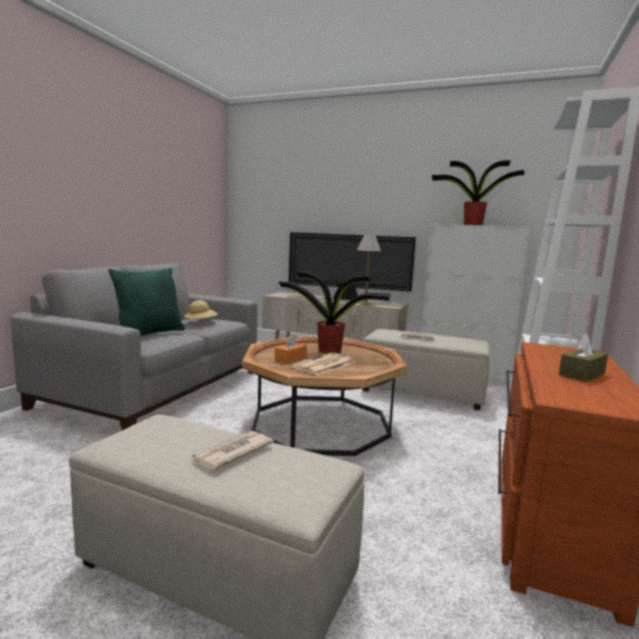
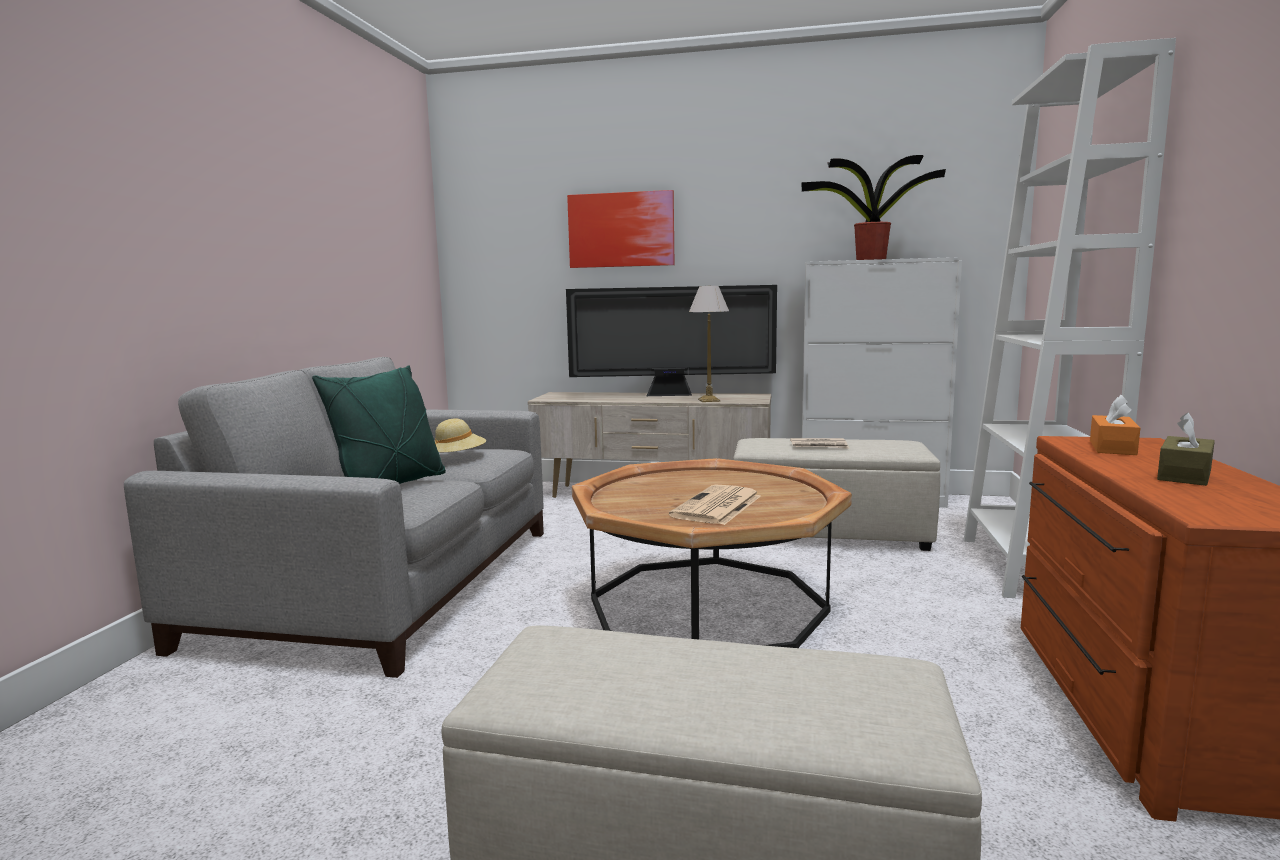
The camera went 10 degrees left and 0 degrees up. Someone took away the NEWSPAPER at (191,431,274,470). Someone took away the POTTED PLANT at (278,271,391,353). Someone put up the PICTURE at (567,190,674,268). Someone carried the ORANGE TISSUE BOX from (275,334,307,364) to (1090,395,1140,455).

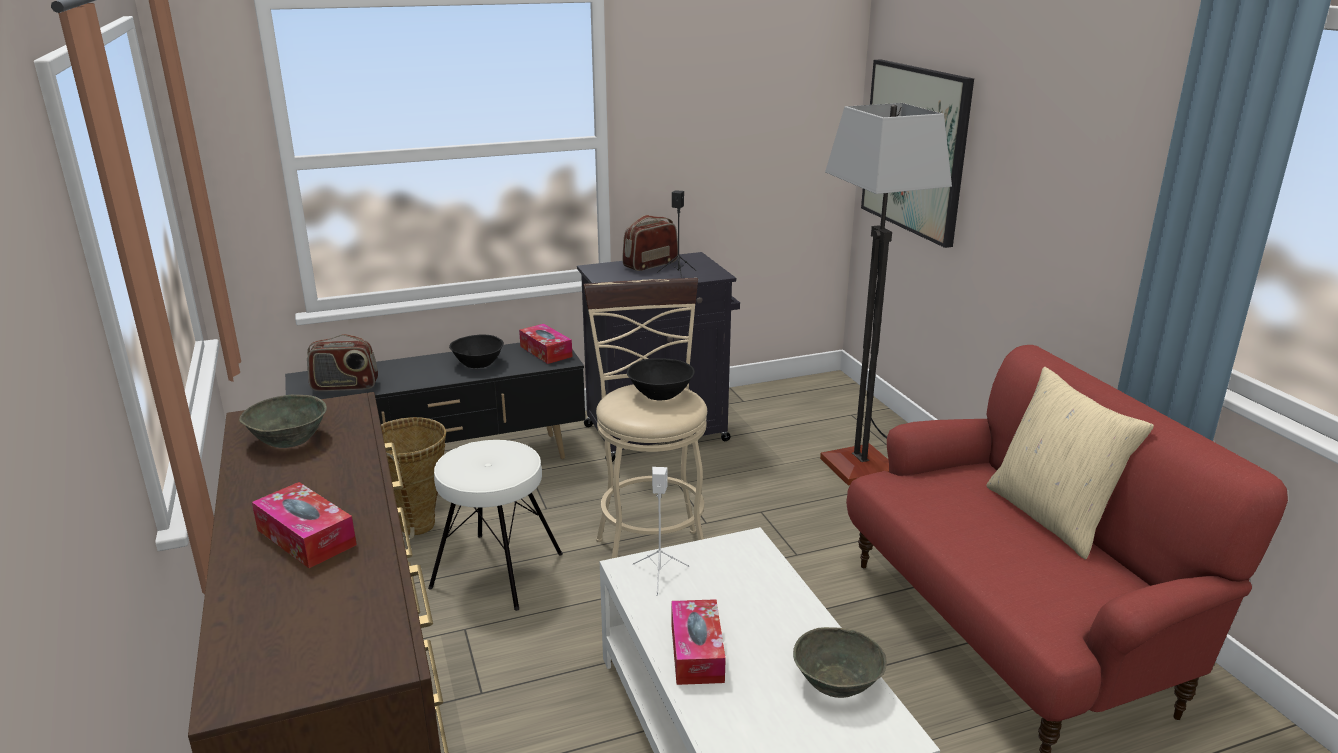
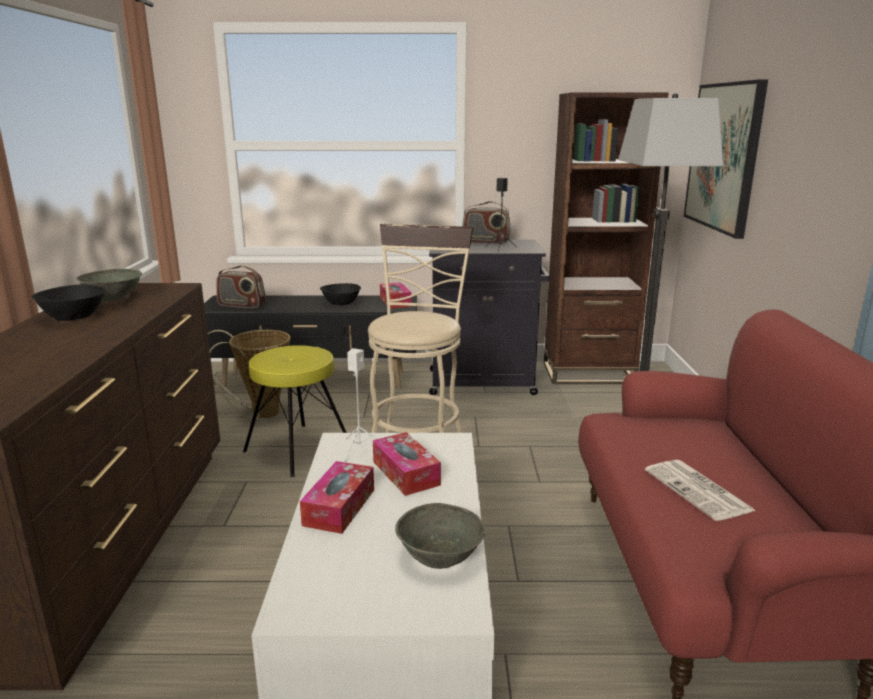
The camera went 20 degrees right and 5 degrees down. Someone took away the BEIGE PILLOW at (987,367,1154,559). Someone put down the BROWN BOOKCASE at (544,92,669,384). Someone put down the NEWSPAPER at (645,460,756,521). Someone carried the TISSUE BOX from (252,482,357,568) to (373,432,441,496). Someone carried the BLACK BOWL from (627,358,695,401) to (31,284,106,321). Someone repainted the WHITE STOOL at (428,440,563,611), which became the YELLOW STOOL at (243,345,347,477). Someone rotated the RADIO at (622,215,678,271) by 150 degrees counterclockwise.

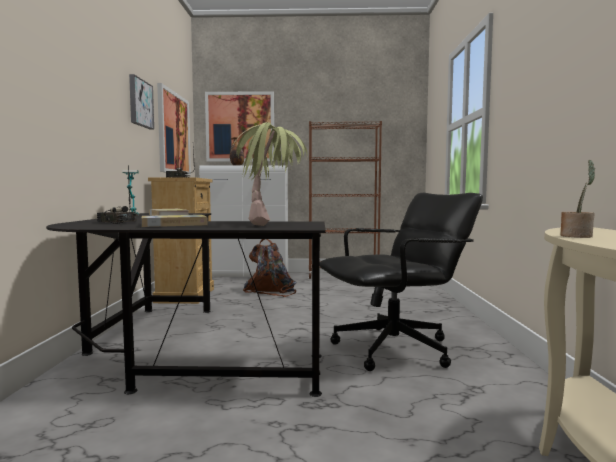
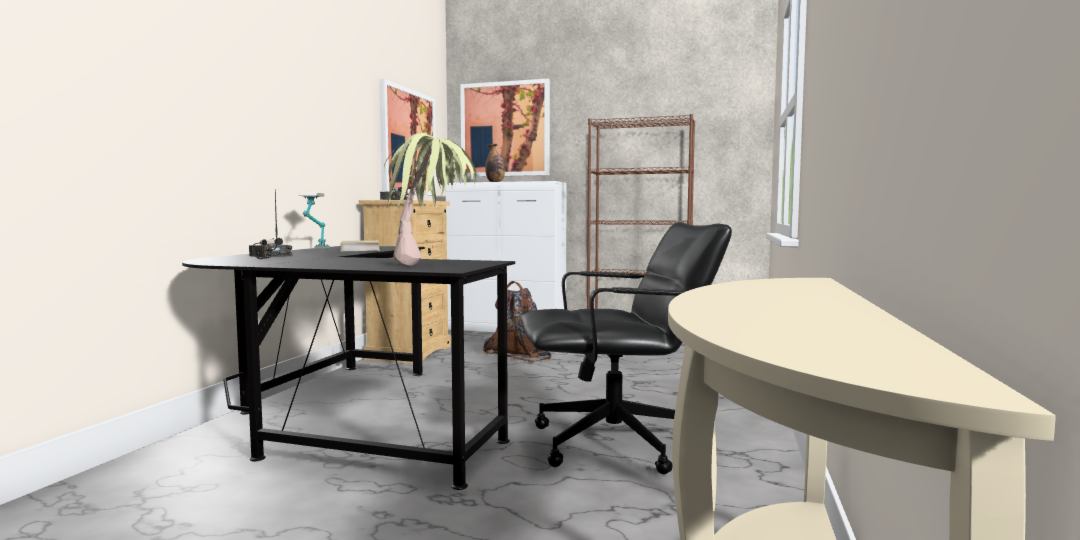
The camera went 15 degrees right and 0 degrees up. Someone took away the PICTURE at (129,74,154,129). Someone took away the BOOK at (142,215,208,227). Someone took away the POTTED PLANT at (560,160,595,238).

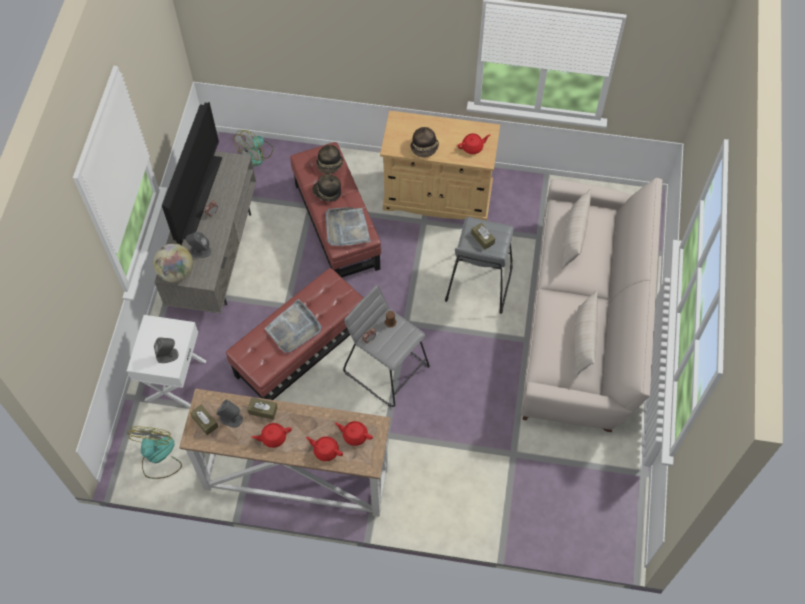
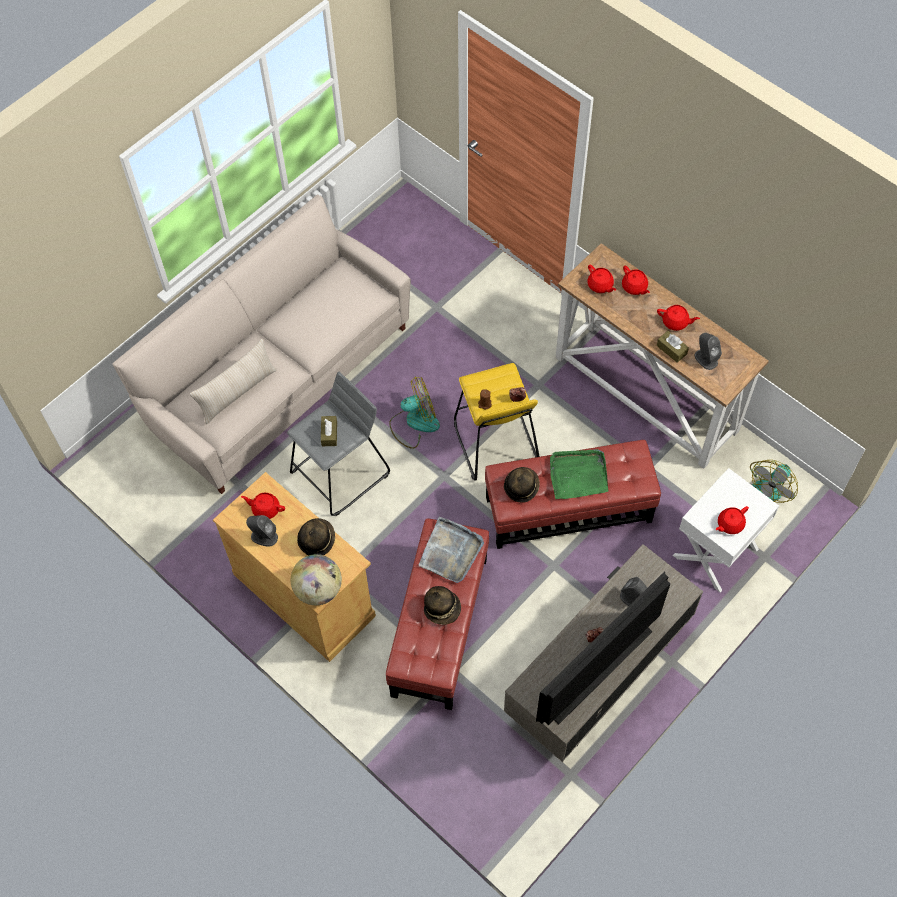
The camera went 145 degrees left and 0 degrees up. Someone took away the BROWN TISSUE BOX at (190,404,218,435). Someone took away the BEIGE PILLOW at (574,290,598,377). Someone put down the RED TEAPOT at (716,506,749,534). Someone carried the GLOBE from (153,244,193,283) to (291,554,342,605). Someone carried the GREY SPEAKER from (154,338,178,363) to (246,515,278,546). Someone carried the FAN from (233,130,273,167) to (389,376,440,449). Someone carried the HAT from (316,145,343,174) to (504,467,540,502). Someone repainted the GREY TRAY at (265,299,322,353), which became the GREEN TRAY at (550,449,608,499). Someone repainted the GREY STOOL at (343,285,430,407), which became the YELLOW STOOL at (454,363,540,481).

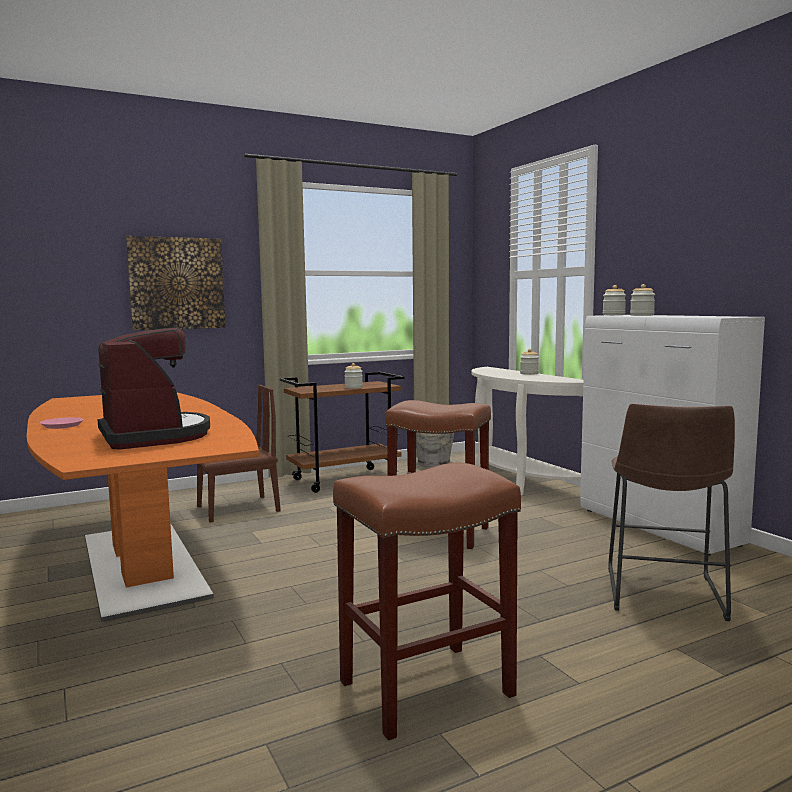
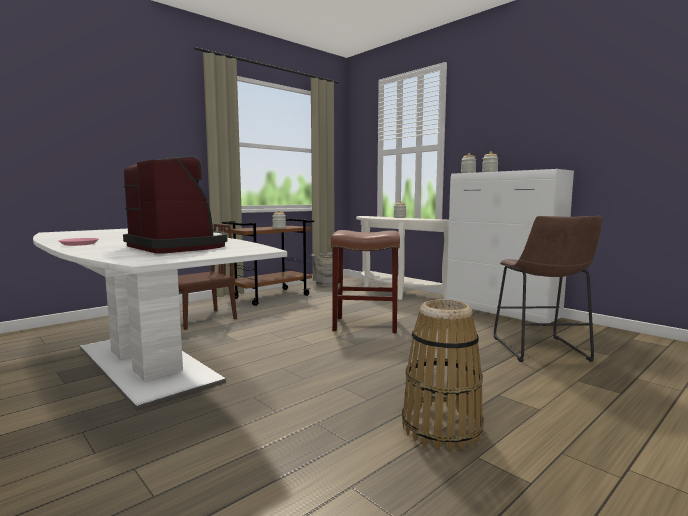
The camera went 15 degrees left and 0 degrees up. Someone took away the PICTURE at (126,236,225,330). Someone swapped the BROWN STOOL at (333,462,521,741) for the BASKET at (402,300,484,450). Someone repainted the ORANGE DINING TABLE at (27,393,259,622), which became the WHITE DINING TABLE at (33,229,287,410).

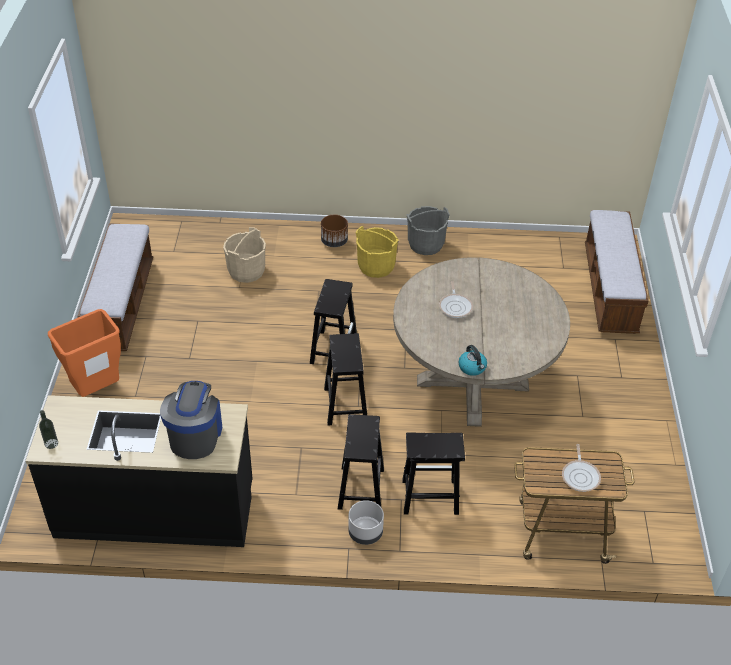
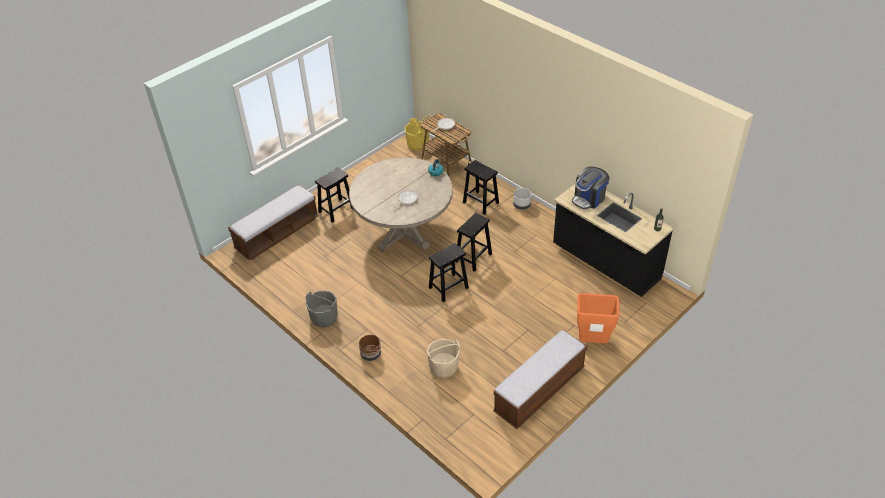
The camera went 135 degrees left and 0 degrees up. Someone carried the BLACK STOOL from (338,414,384,510) to (315,167,353,223). Someone carried the YELLOW BUCKET from (356,226,399,278) to (405,118,429,151).

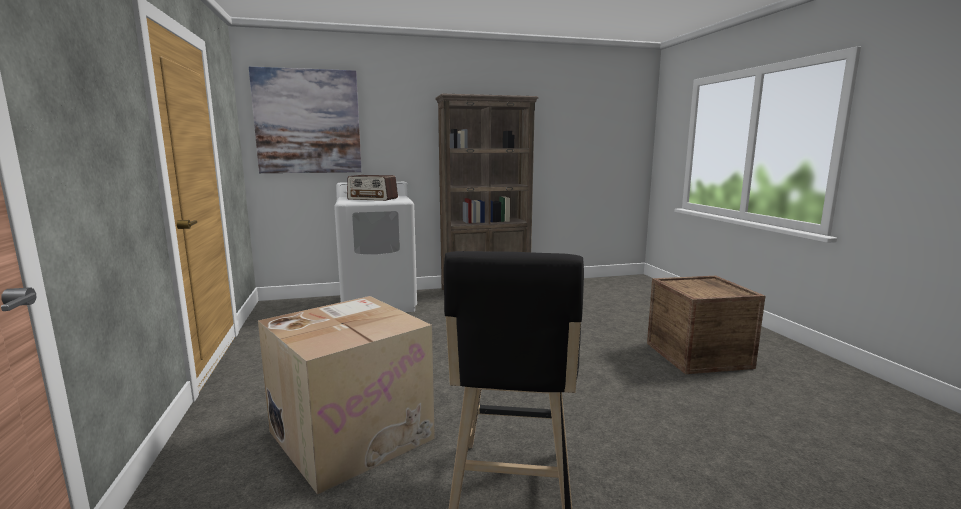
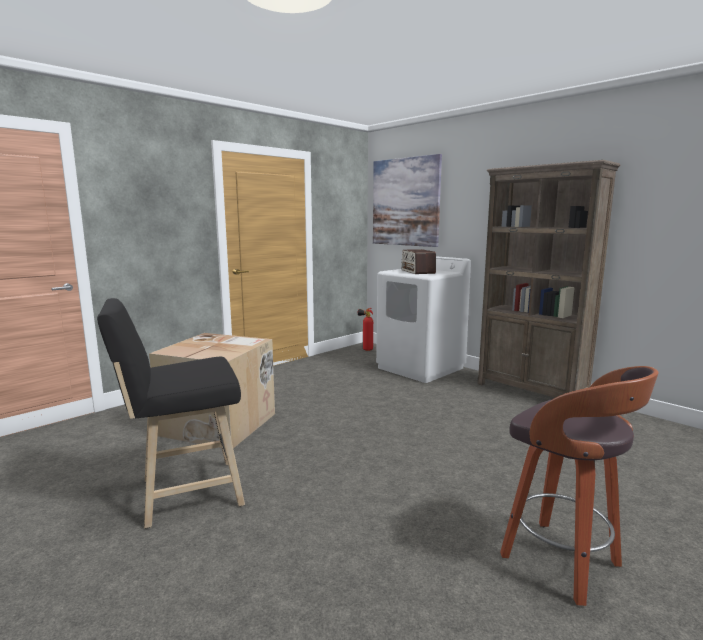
The camera went 60 degrees right and 0 degrees up. Someone put down the FIRE EXTINGUISHER at (358,308,373,351). Someone swapped the CRATE at (647,276,765,374) for the STOOL at (500,366,659,606).

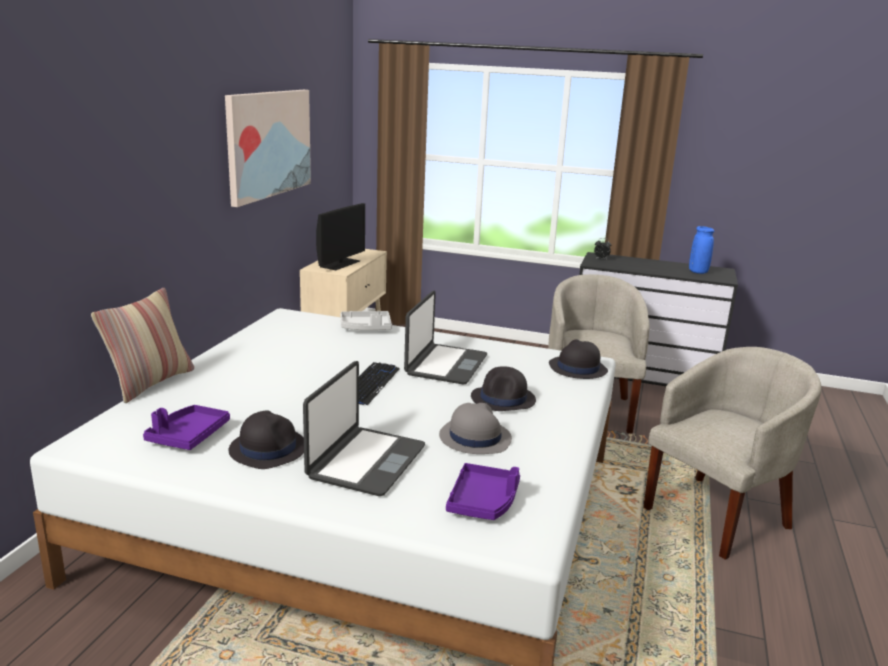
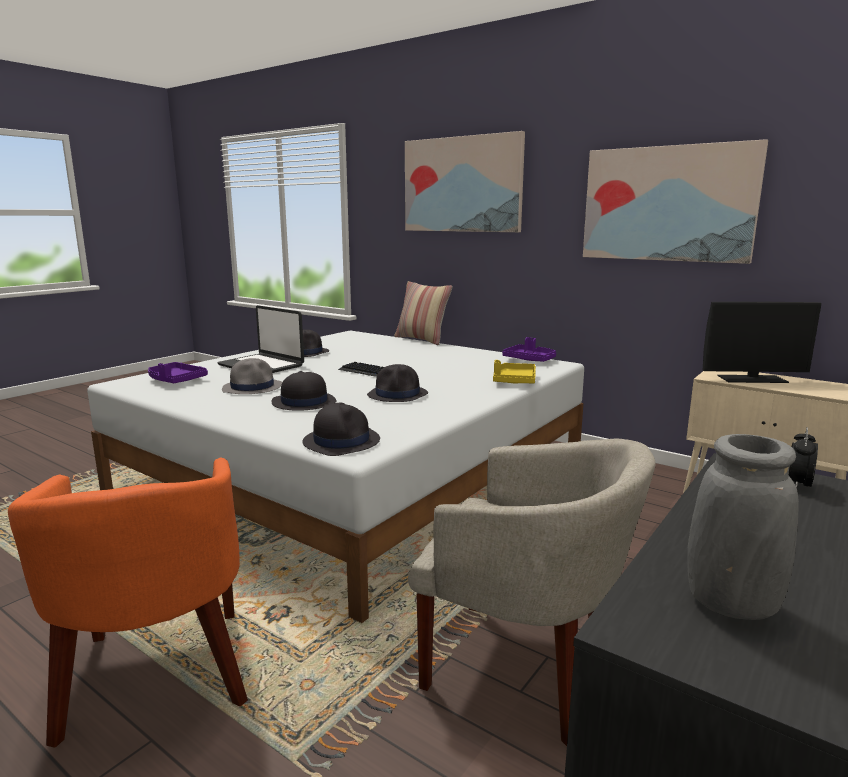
The camera went 110 degrees right and 5 degrees down. Someone put up the PICTURE at (405,131,525,232). Someone carried the PURPLE TRAY from (143,405,230,450) to (502,337,556,362). Someone swapped the LAPTOP at (404,291,487,384) for the BLACK HAT at (367,364,428,402). Someone repainted the GREY TRAY at (340,311,392,330), which became the YELLOW TRAY at (493,360,536,383). Someone repainted the BEIGE ARMCHAIR at (643,347,821,560), which became the ORANGE ARMCHAIR at (8,457,248,748). Someone repainted the BLUE VASE at (689,226,714,274), which became the GREY VASE at (687,434,799,620). Someone rotated the MONITOR at (316,203,365,270) by 45 degrees counterclockwise.

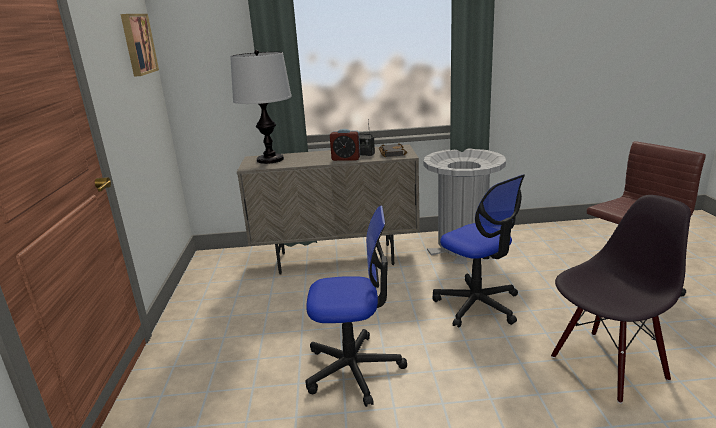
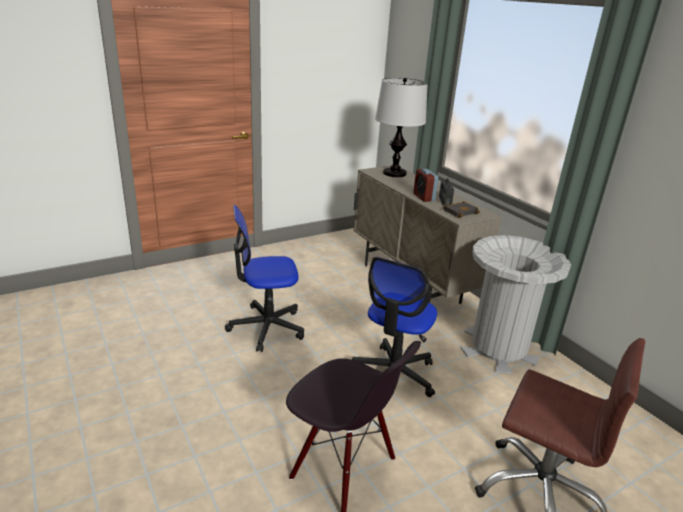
The camera went 60 degrees right and 5 degrees up. Someone took away the PICTURE at (121,14,159,77). Someone rotated the OFFICE CHAIR at (305,206,407,407) by 105 degrees clockwise.

